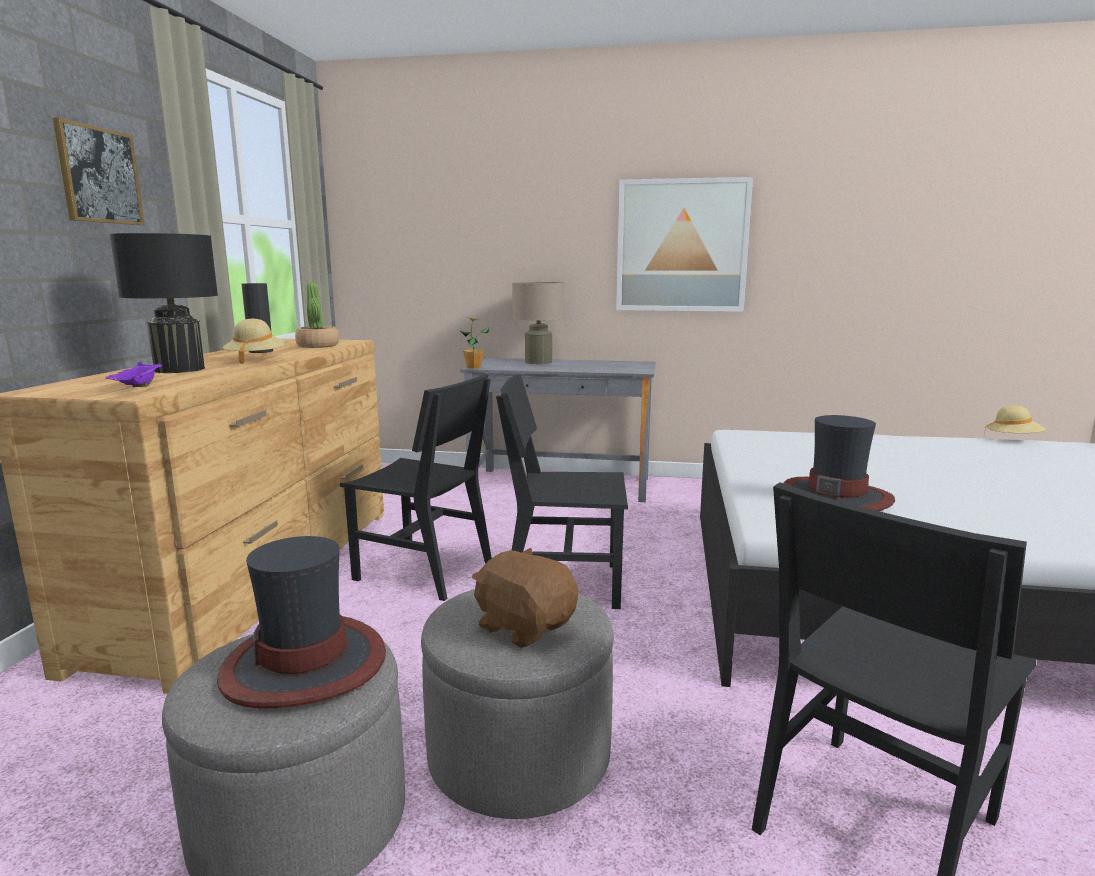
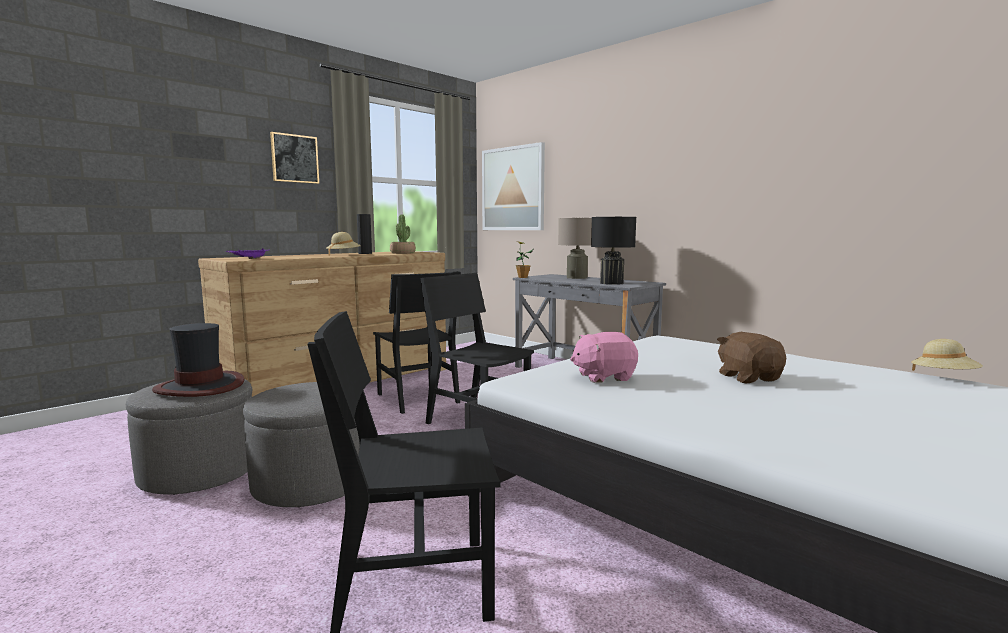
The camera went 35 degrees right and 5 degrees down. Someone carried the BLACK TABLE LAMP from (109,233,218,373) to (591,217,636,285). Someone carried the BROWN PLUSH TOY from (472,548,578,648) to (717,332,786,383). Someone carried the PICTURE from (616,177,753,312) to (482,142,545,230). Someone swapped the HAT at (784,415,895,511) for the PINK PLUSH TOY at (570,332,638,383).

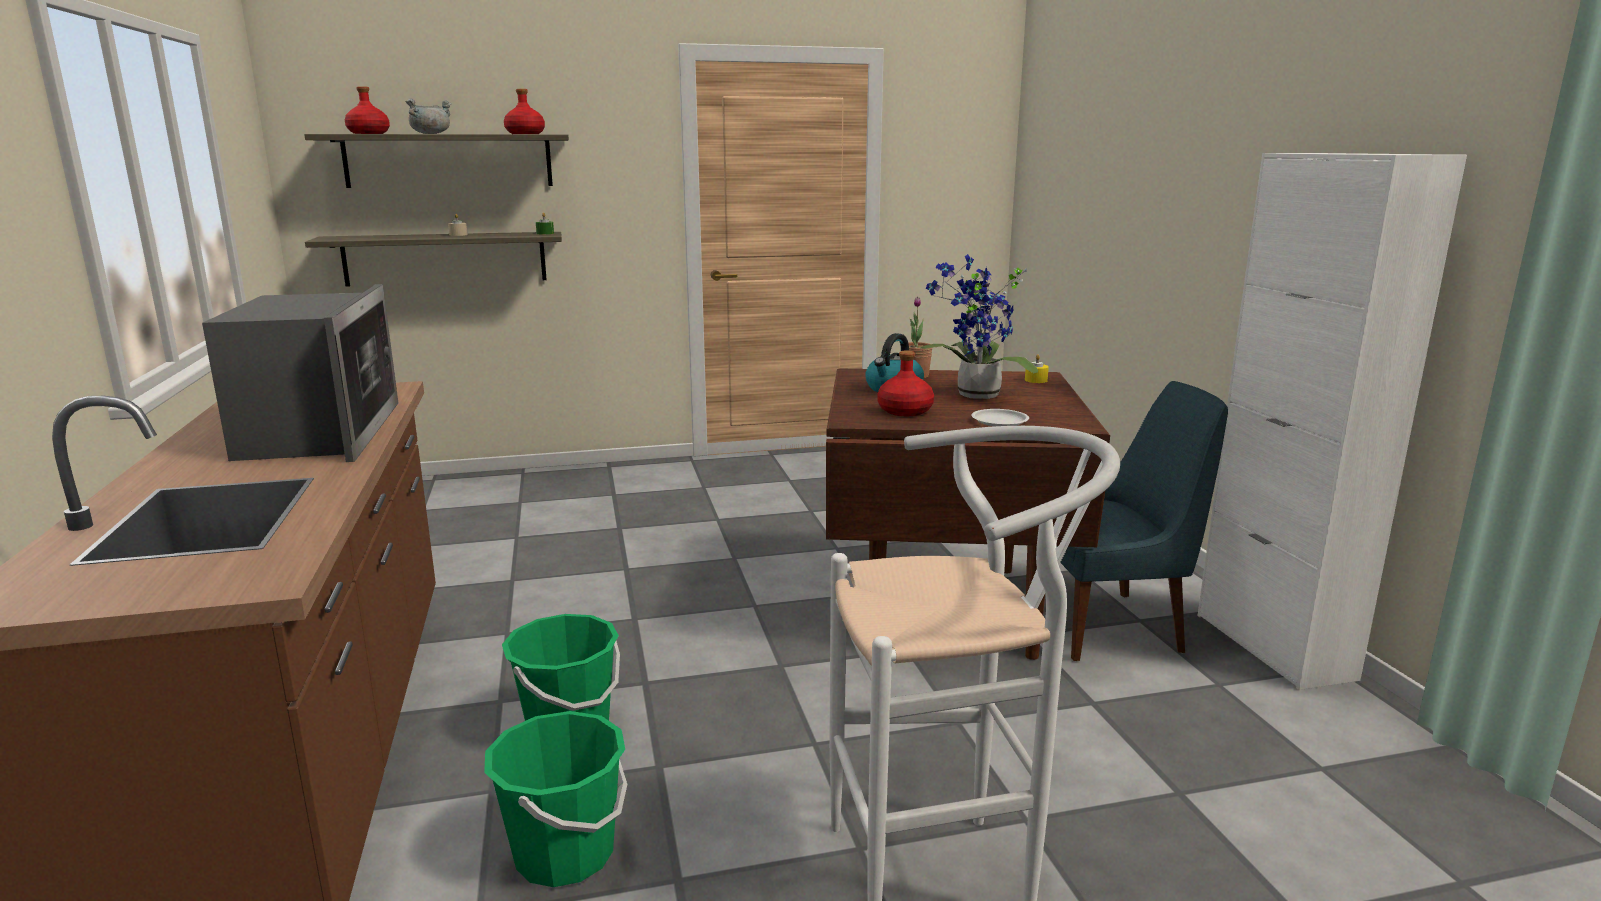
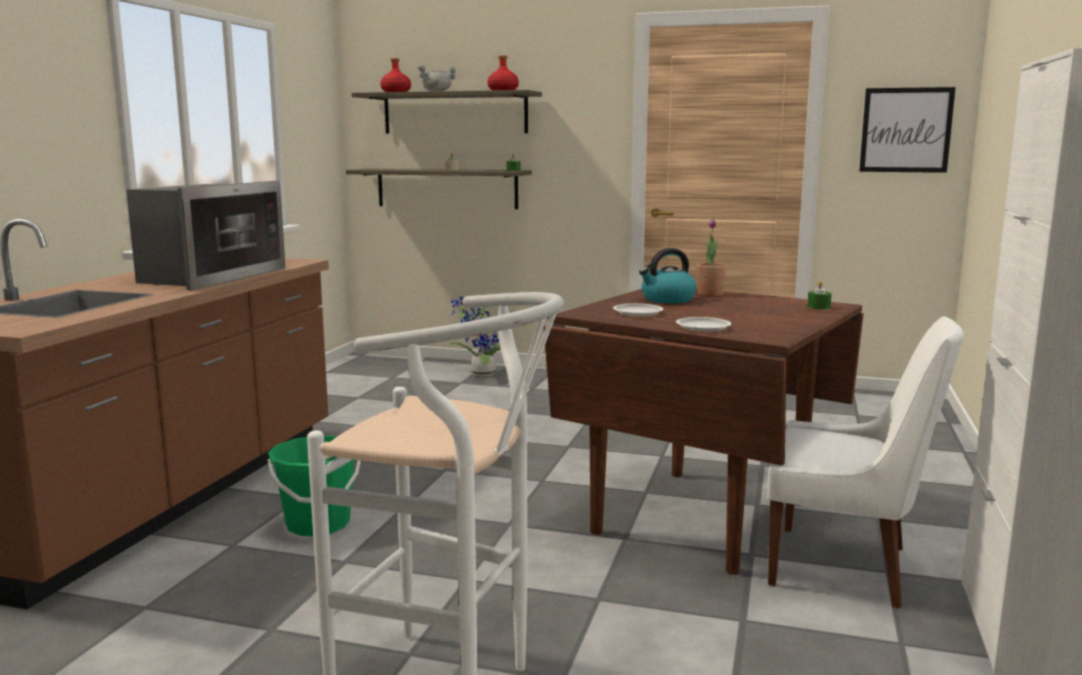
The camera went 30 degrees right and 5 degrees down. Someone took away the GREEN BUCKET at (484,711,627,887). Someone put up the PICTURE at (859,87,955,173). Someone carried the POTTED PLANT from (921,254,1038,399) to (447,297,501,377). Someone swapped the RED BOTTLE at (877,351,934,416) for the WHITE PLATE at (613,303,663,316). Someone repainted the YELLOW CANDLE at (1025,354,1049,383), which became the GREEN CANDLE at (807,281,832,310). Someone repainted the BLUE CHAIR at (1026,381,1228,661), which became the WHITE CHAIR at (767,316,964,609).

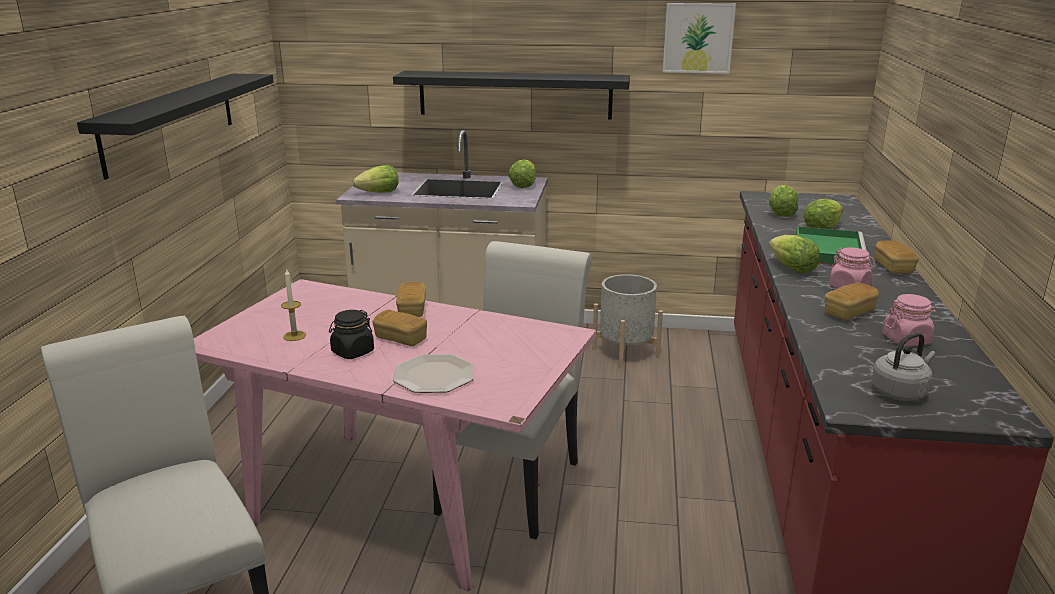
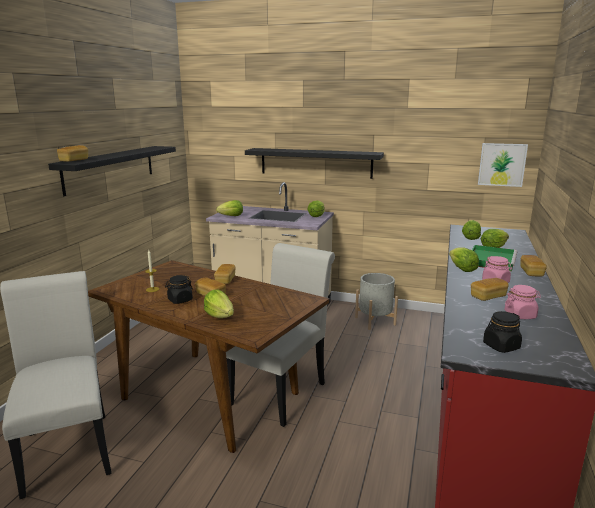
The camera went 10 degrees right and 5 degrees down. Someone put down the BREAD at (57,145,88,162). Someone carried the PICTURE from (663,3,736,74) to (478,143,528,187). Someone swapped the PLATE at (393,354,474,393) for the LETTUCE at (204,290,234,318). Someone swapped the GREY KETTLE at (871,332,936,401) for the BLACK JAR at (483,311,522,353). Someone repainted the PINK DINING TABLE at (194,279,597,590), which became the BROWN DINING TABLE at (88,260,330,453).

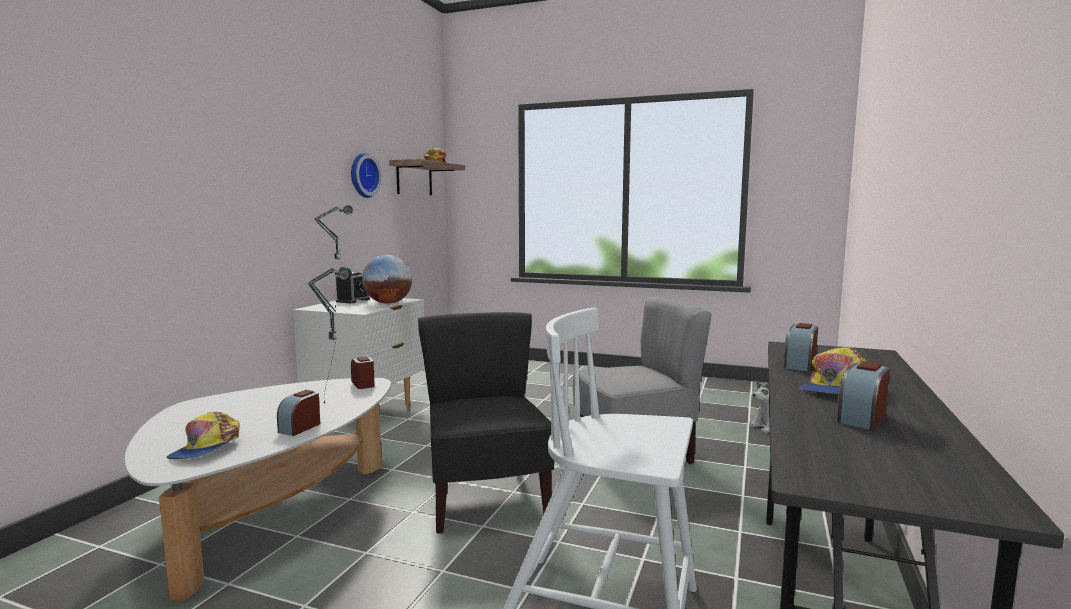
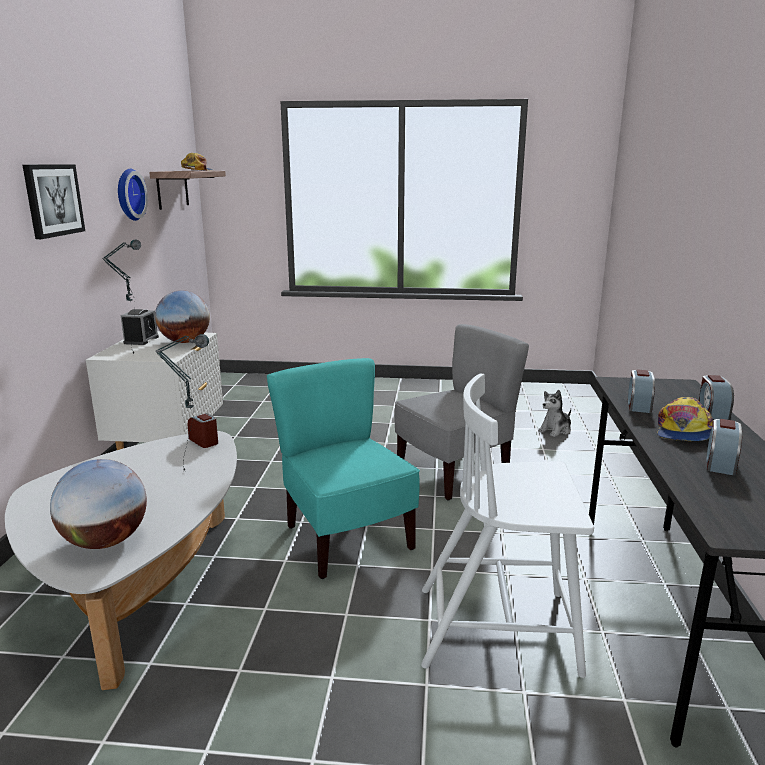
The camera went 15 degrees left and 10 degrees up. Someone put up the PICTURE at (23,164,85,239). Someone carried the ALARM CLOCK from (277,390,320,436) to (699,375,734,420). Someone swapped the CAP at (166,411,240,459) for the GLOBE at (50,459,147,549). Someone repainted the BLACK CHAIR at (418,312,554,534), which became the TURQUOISE CHAIR at (267,358,420,579).

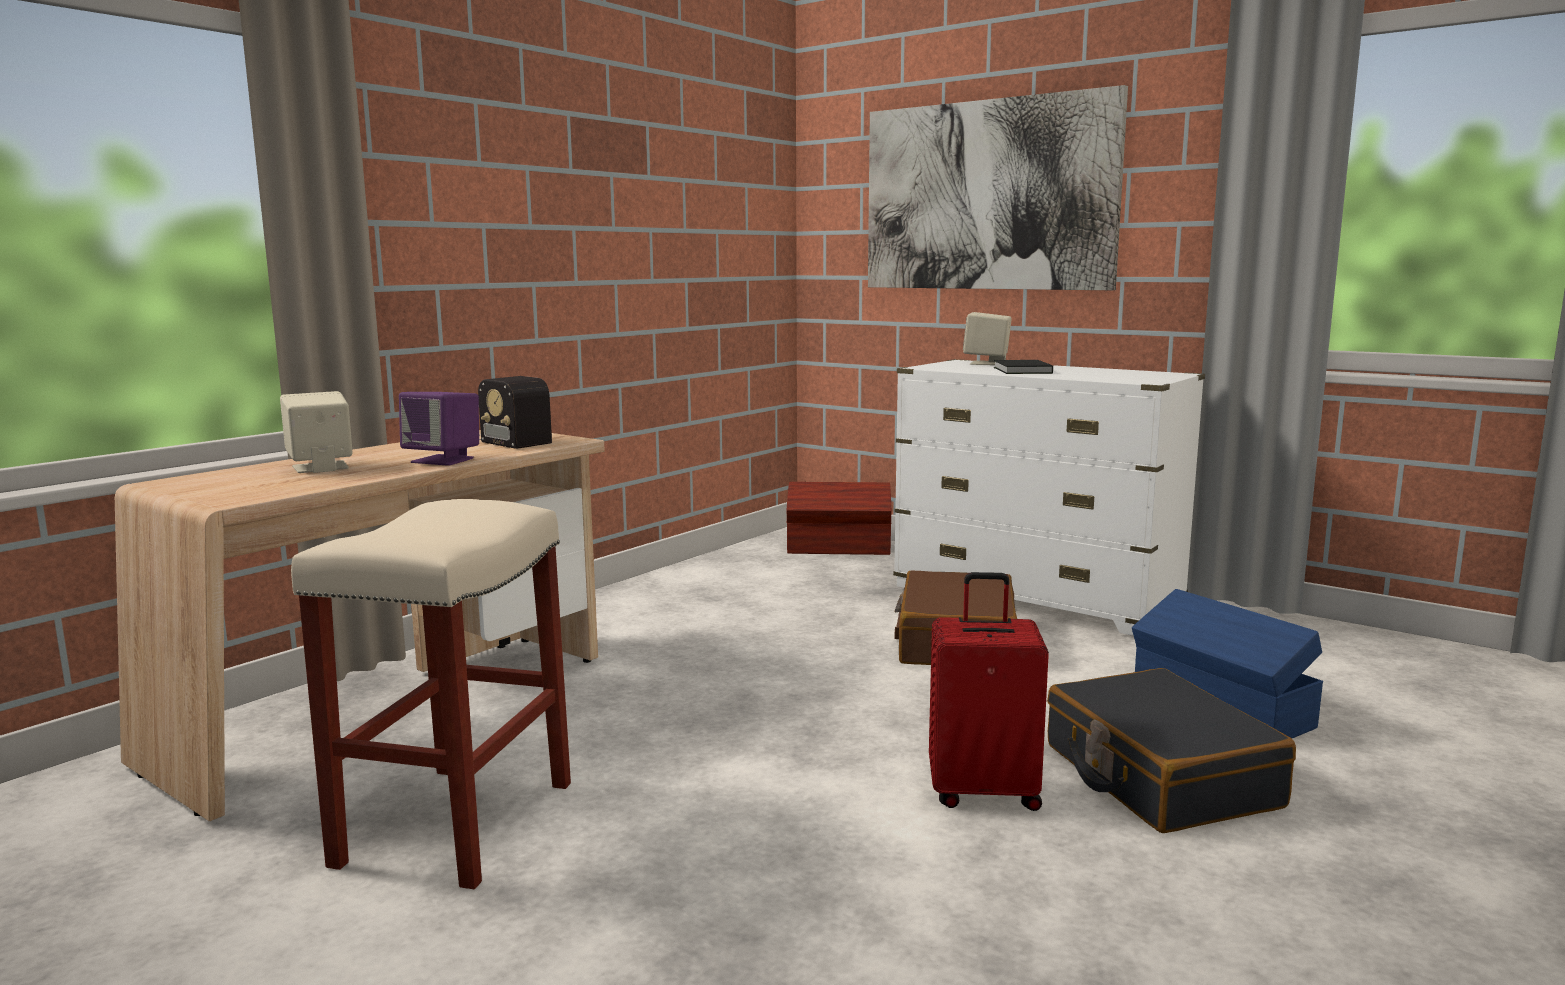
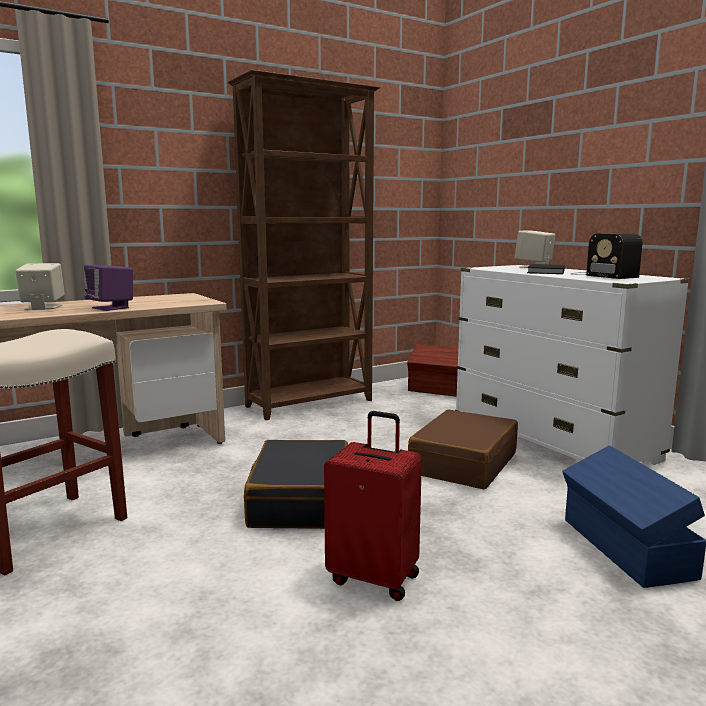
The camera went 20 degrees right and 0 degrees up. Someone took away the PICTURE at (868,85,1128,290). Someone put down the BROWN BOOKCASE at (228,70,380,420). Someone carried the RADIO from (478,376,552,449) to (571,233,642,279). Someone carried the BLACK SUITCASE from (1047,668,1296,833) to (244,440,348,529).

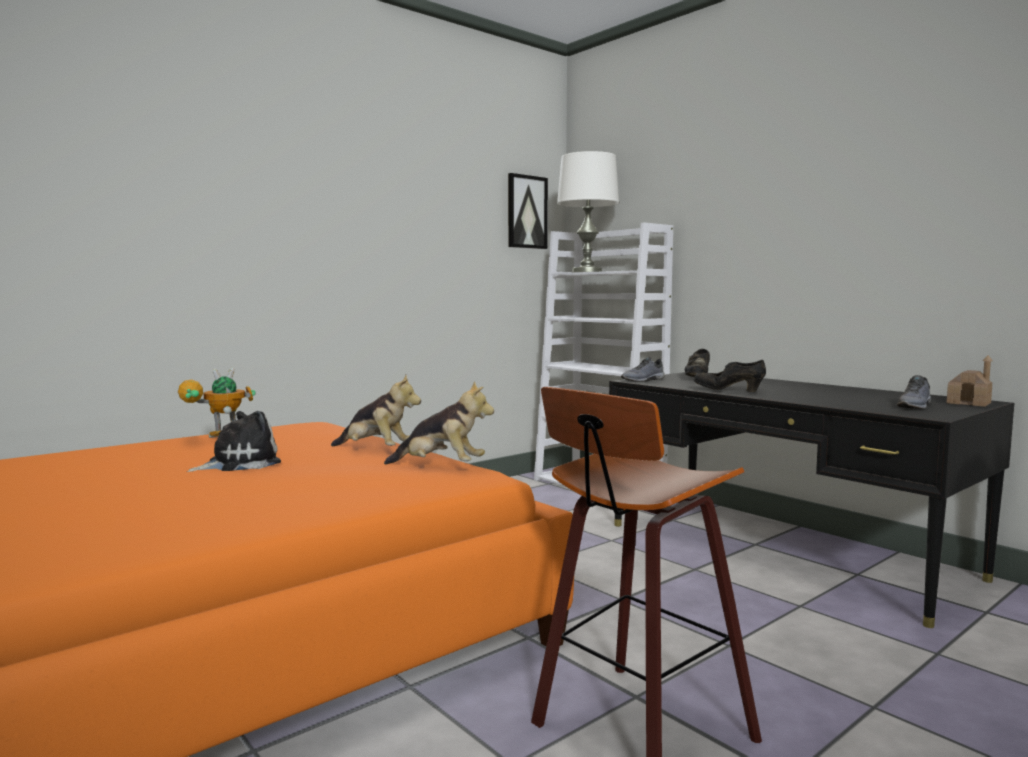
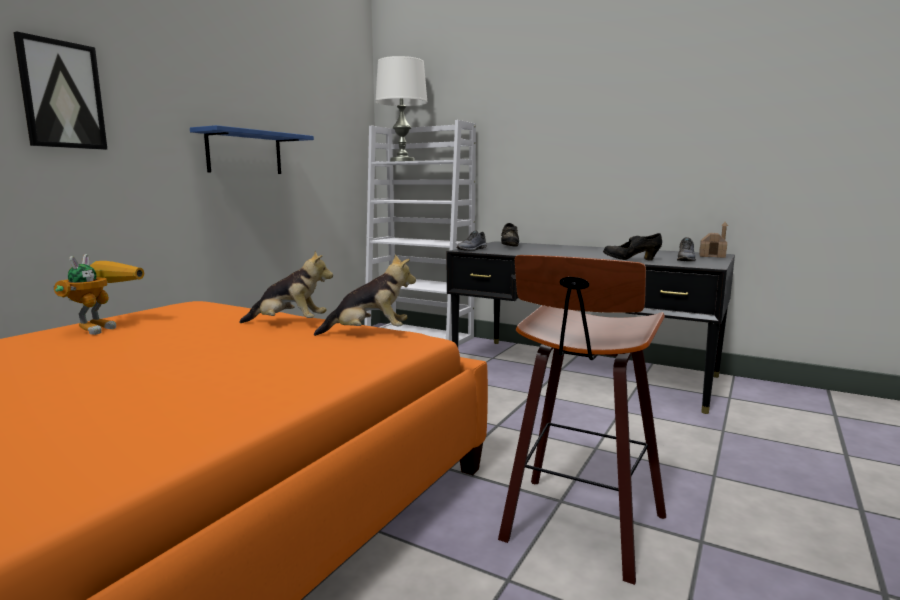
The camera went 20 degrees left and 5 degrees up. Someone took away the PLUSH TOY at (187,411,281,472). Someone put up the BLUE SHELF at (190,125,314,174). Someone carried the PICTURE from (508,173,548,249) to (13,31,108,150). Someone carried the BLACK SHOE from (694,360,766,392) to (603,233,662,261). Someone rotated the TOY ROBOT at (178,368,256,438) by 150 degrees clockwise.

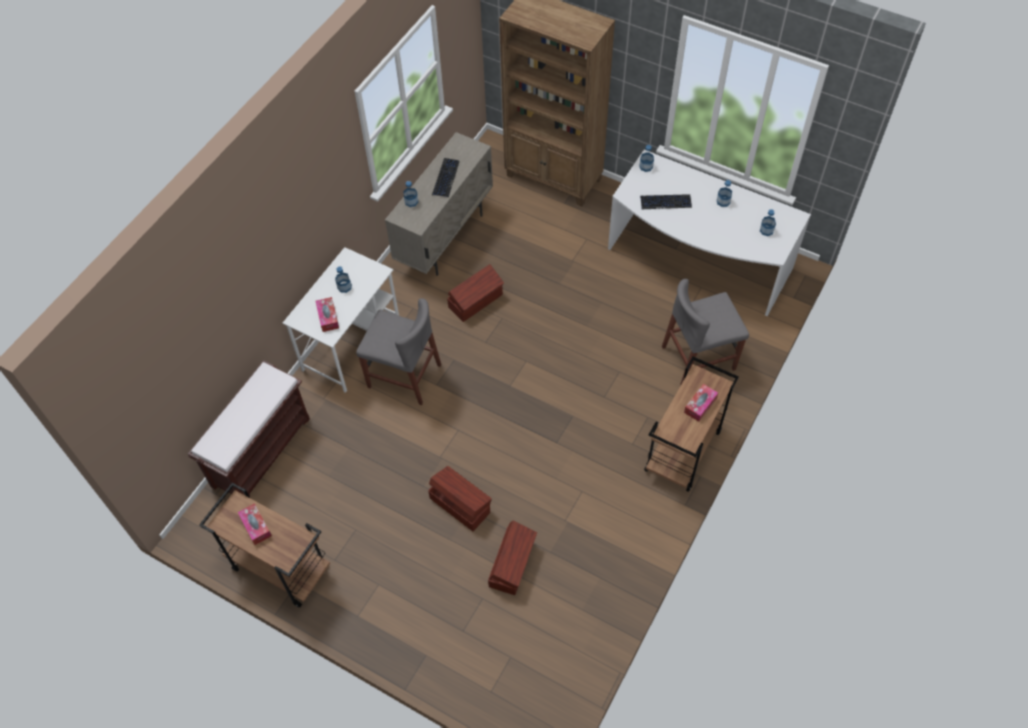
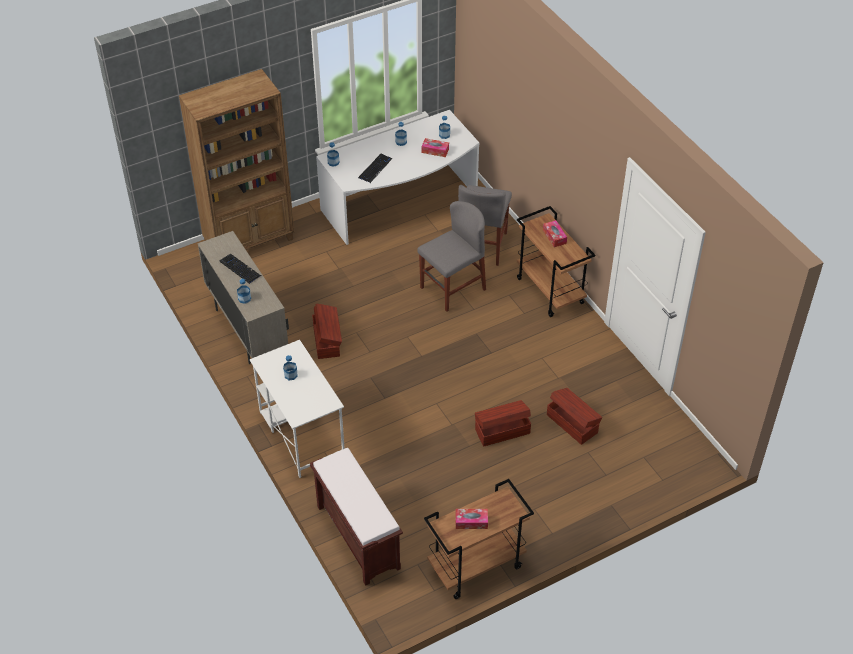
The camera went 60 degrees left and 10 degrees down. Someone carried the TISSUE BOX from (316,297,339,332) to (422,138,449,157). Someone carried the GREY CHAIR from (356,298,441,405) to (417,201,486,312).

